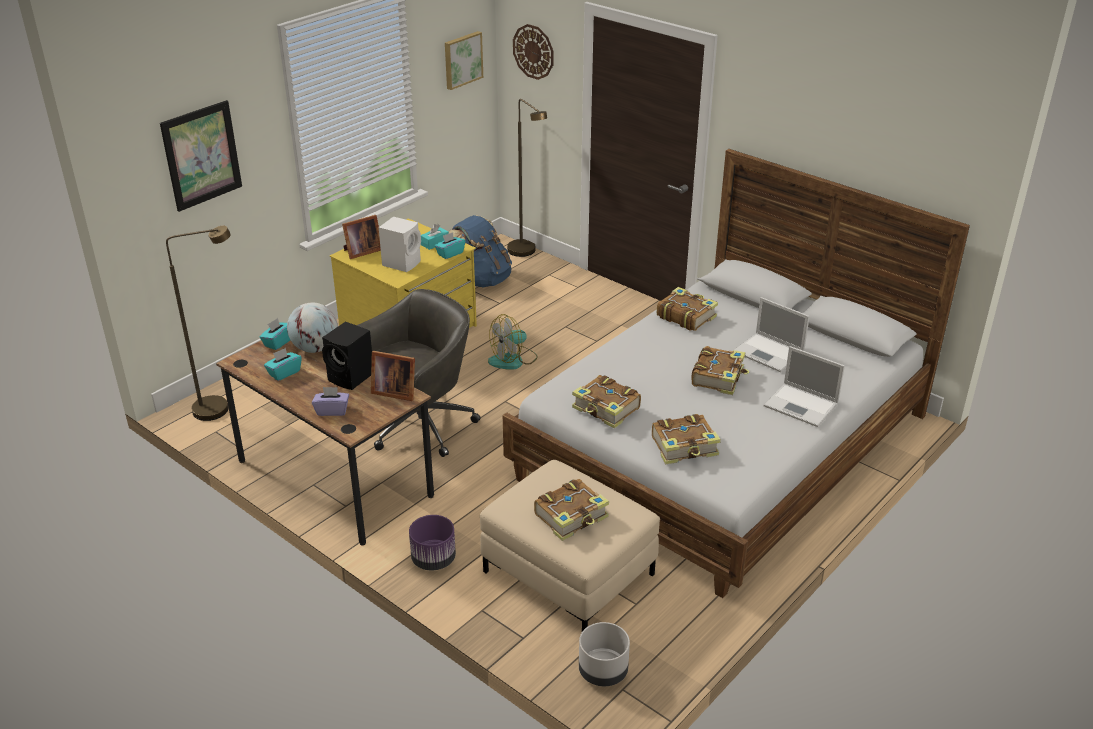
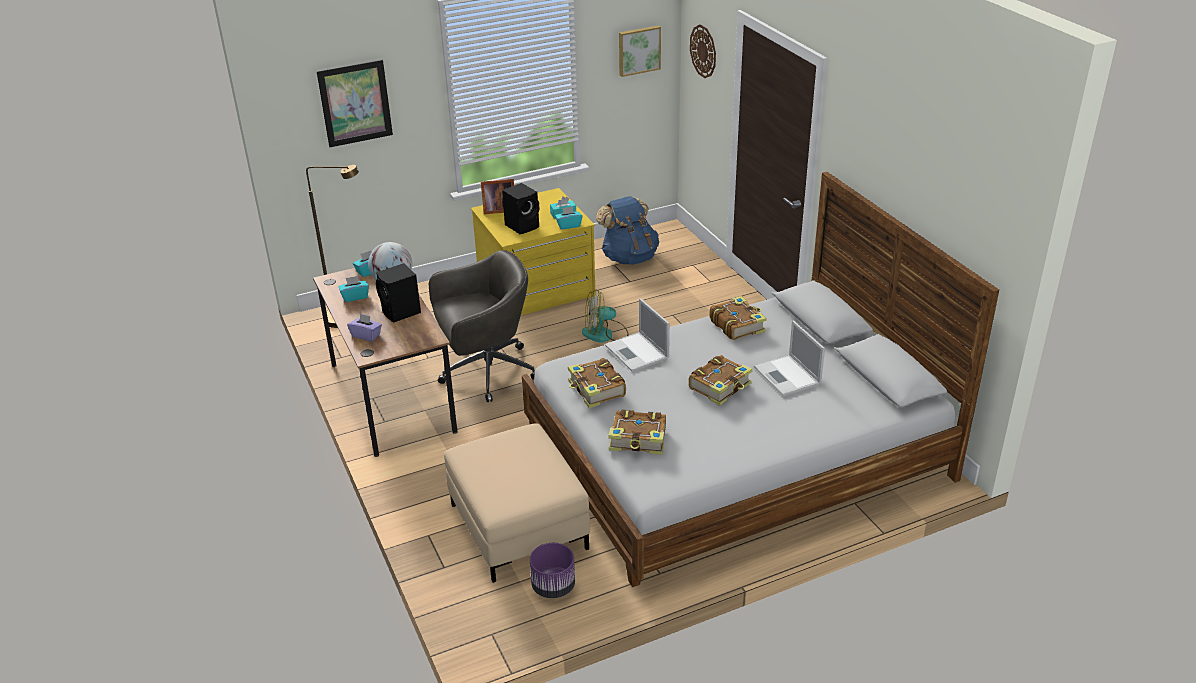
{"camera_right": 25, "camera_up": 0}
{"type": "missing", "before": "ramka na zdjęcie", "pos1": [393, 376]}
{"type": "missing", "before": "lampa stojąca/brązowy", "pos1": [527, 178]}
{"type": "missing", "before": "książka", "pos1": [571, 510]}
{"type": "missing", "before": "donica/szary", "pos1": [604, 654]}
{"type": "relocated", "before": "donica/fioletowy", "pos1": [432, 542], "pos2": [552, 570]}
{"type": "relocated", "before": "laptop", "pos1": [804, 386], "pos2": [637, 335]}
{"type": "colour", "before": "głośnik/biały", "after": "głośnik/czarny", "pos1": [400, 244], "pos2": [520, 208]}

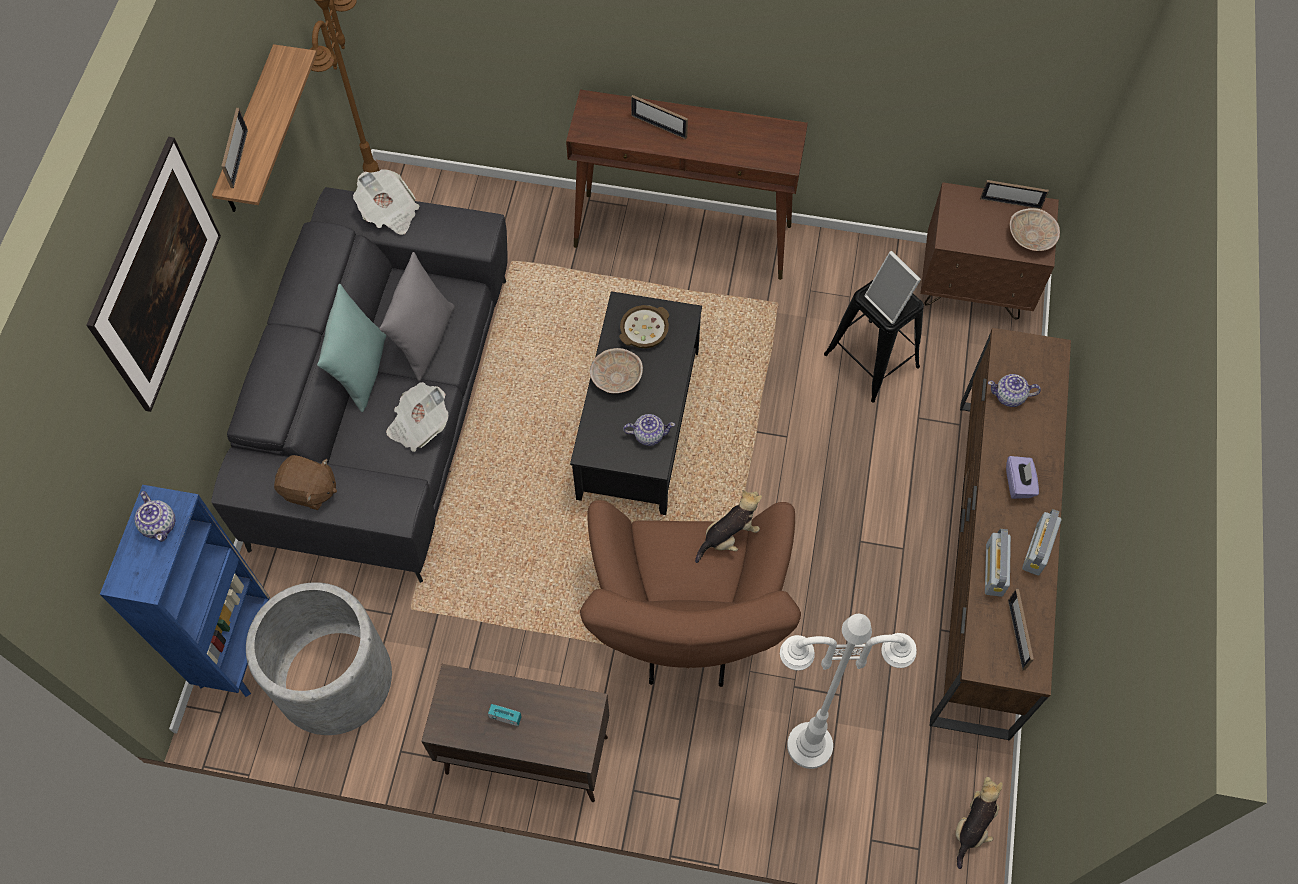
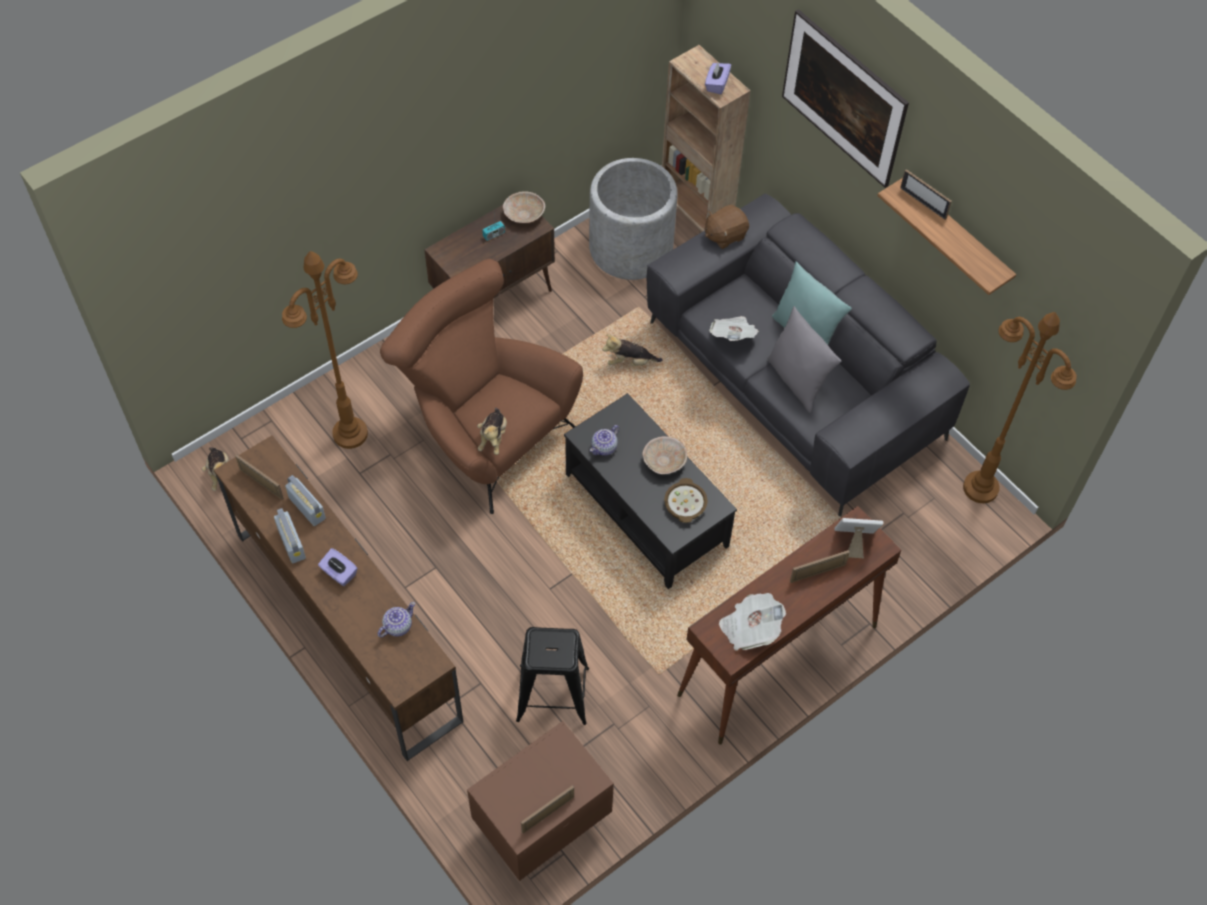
{"camera_right": 130, "camera_up": -5}
{"type": "appeared", "after": "pluszak", "pos2": [632, 350]}
{"type": "relocated", "before": "gazeta", "pos1": [386, 202], "pos2": [752, 622]}
{"type": "relocated", "before": "ramka na zdjęcie", "pos1": [892, 287], "pos2": [859, 538]}
{"type": "relocated", "before": "miska/beżowy", "pos1": [1035, 229], "pos2": [524, 207]}
{"type": "exchanged", "before": "imbryk", "after": "pudełko chusteczek/fioletowy", "pos1": [155, 516], "pos2": [718, 78]}
{"type": "colour", "before": "regał/niebieski", "after": "regał/brązowy", "pos1": [185, 591], "pos2": [706, 139]}
{"type": "colour", "before": "lampa stojąca/biały", "after": "lampa stojąca/brązowy", "pos1": [848, 691], "pos2": [325, 350]}

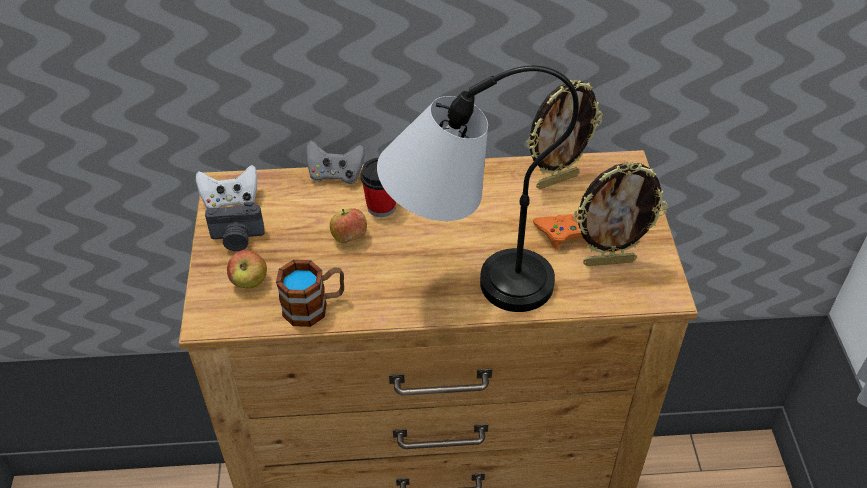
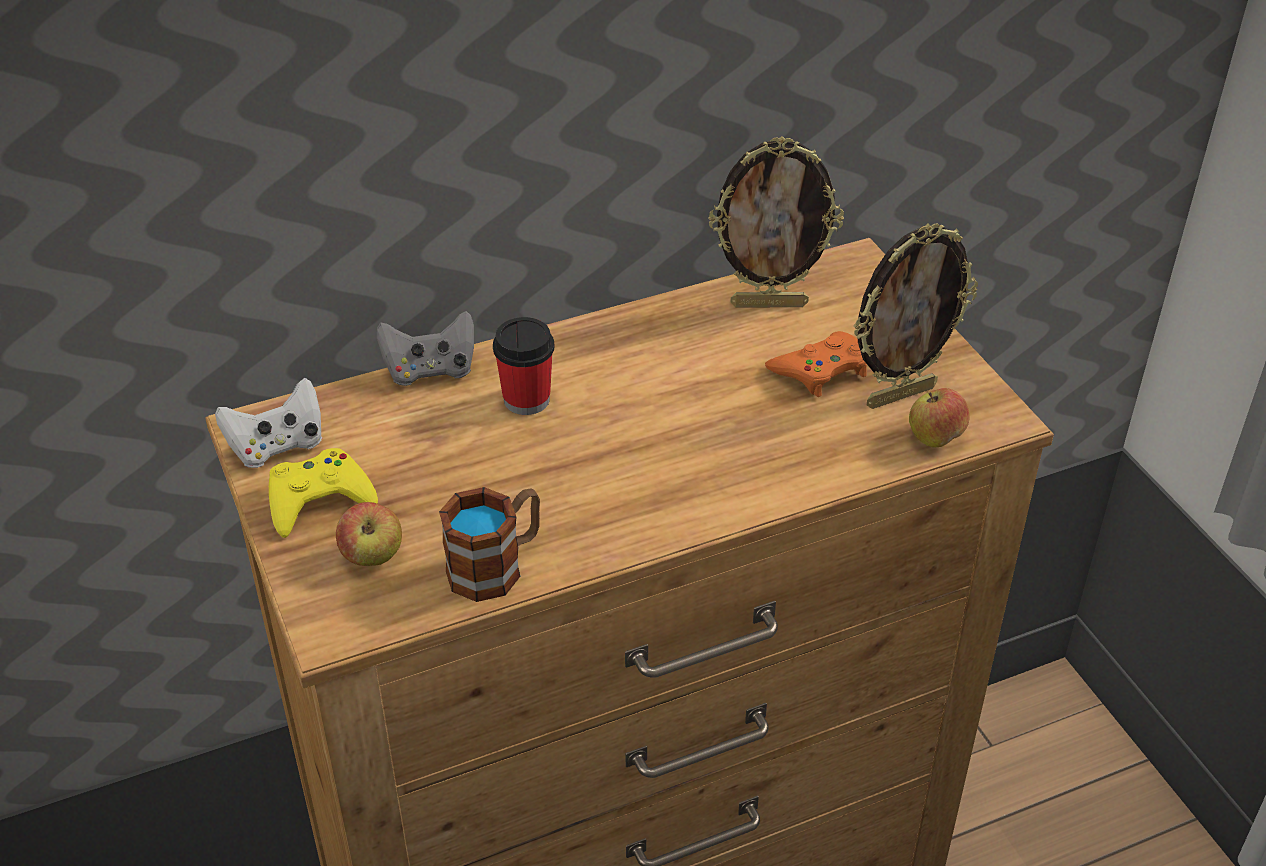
{"camera_right": -20, "camera_up": -5}
{"type": "missing", "before": "lampa stołowa", "pos1": [478, 188]}
{"type": "relocated", "before": "jabłko", "pos1": [348, 225], "pos2": [939, 417]}
{"type": "exchanged", "before": "aparat fotograficzny", "after": "pad do gier/żółty", "pos1": [235, 226], "pos2": [323, 493]}
{"type": "spun", "before": "ramka na zdjęcie", "pos1": [564, 134], "pos2": [776, 222], "turn": 45}

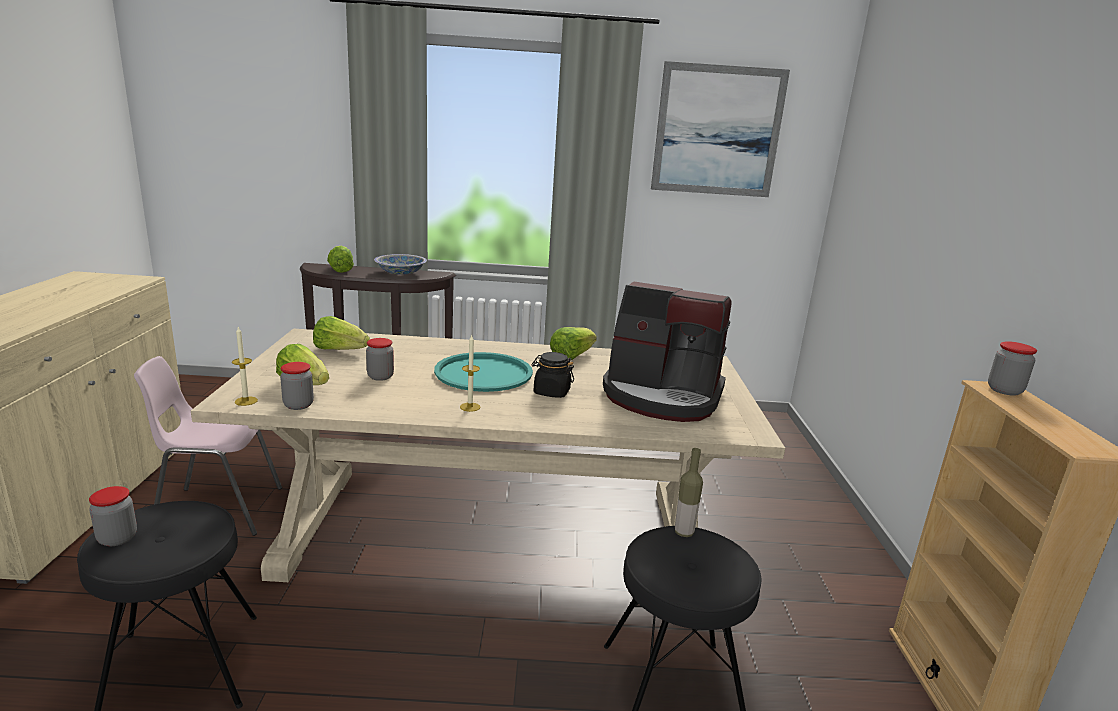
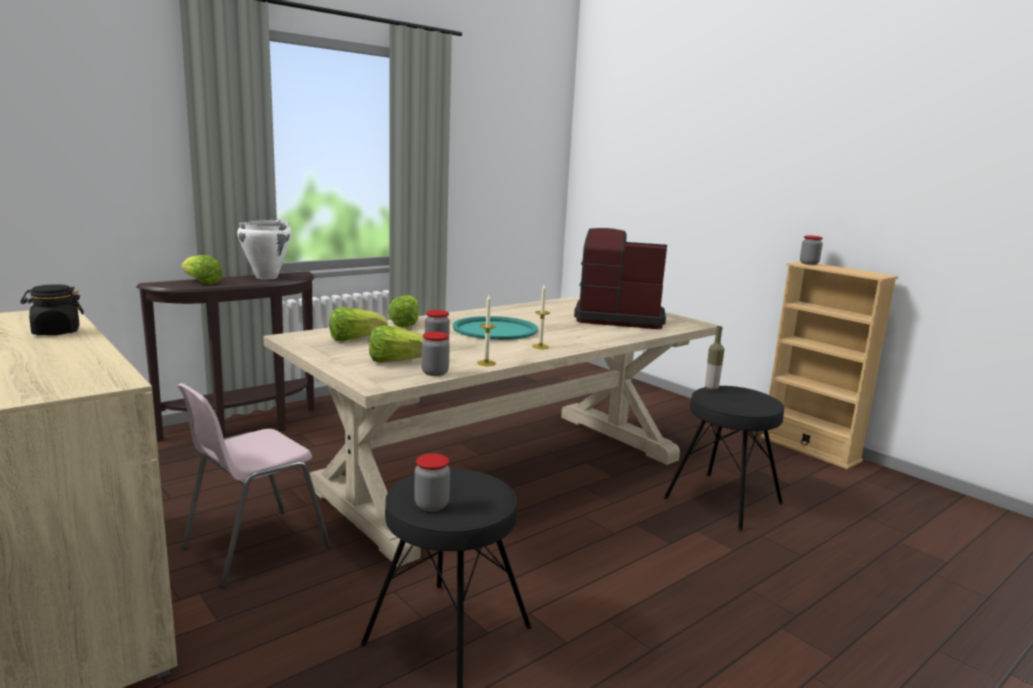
{"camera_right": -40, "camera_up": -5}
{"type": "missing", "before": "obraz", "pos1": [720, 129]}
{"type": "relocated", "before": "świeca", "pos1": [245, 366], "pos2": [486, 330]}
{"type": "relocated", "before": "słoik/czarny", "pos1": [553, 375], "pos2": [52, 309]}
{"type": "relocated", "before": "sałata", "pos1": [573, 343], "pos2": [403, 311]}
{"type": "exchanged", "before": "miska", "after": "garnek/biały", "pos1": [400, 264], "pos2": [264, 249]}
{"type": "spun", "before": "ekspres do kawy", "pos1": [667, 351], "pos2": [620, 278], "turn": -150}

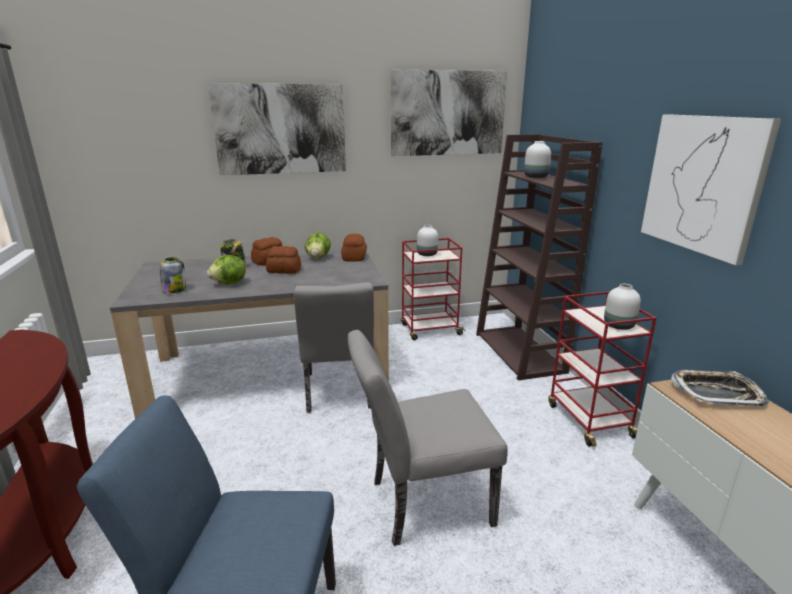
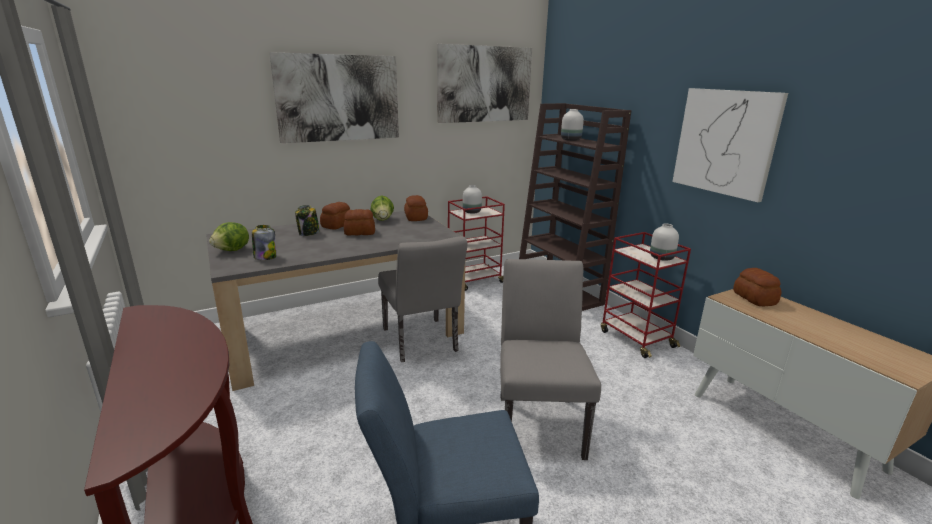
{"camera_right": -15, "camera_up": 0}
{"type": "relocated", "before": "sałata", "pos1": [226, 269], "pos2": [229, 236]}
{"type": "exchanged", "before": "taca", "after": "chleb", "pos1": [720, 388], "pos2": [757, 287]}
{"type": "spun", "before": "krzesło/szary", "pos1": [428, 438], "pos2": [550, 359], "turn": 120}

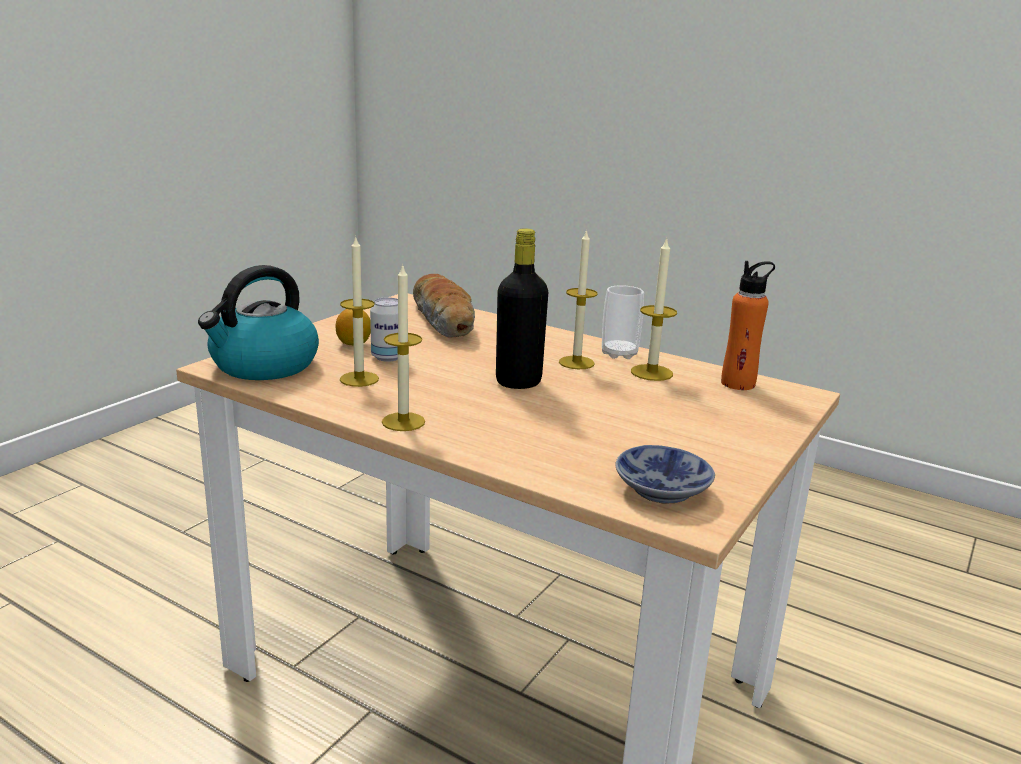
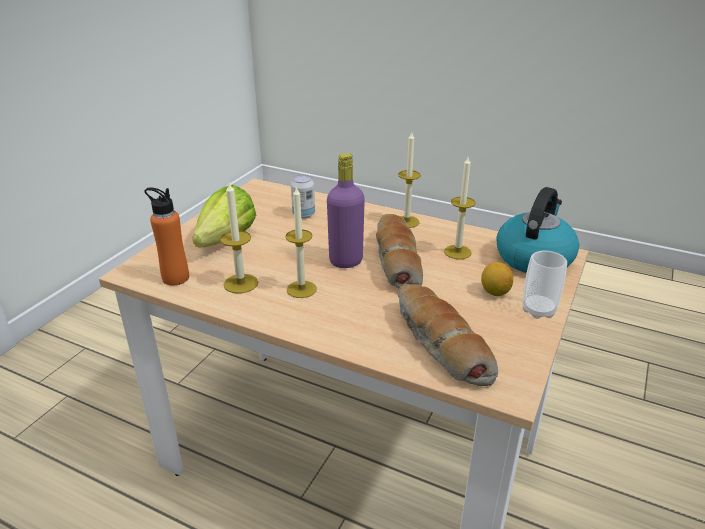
{"camera_right": 175, "camera_up": 10}
{"type": "missing", "before": "miska", "pos1": [665, 474]}
{"type": "appeared", "after": "sałata", "pos2": [224, 216]}
{"type": "appeared", "after": "chleb", "pos2": [399, 251]}
{"type": "relocated", "before": "puszka", "pos1": [384, 330], "pos2": [303, 197]}
{"type": "relocated", "before": "filiżanka", "pos1": [623, 322], "pos2": [544, 284]}
{"type": "colour", "before": "butelka/czarny", "after": "butelka/fioletowy", "pos1": [522, 308], "pos2": [346, 210]}

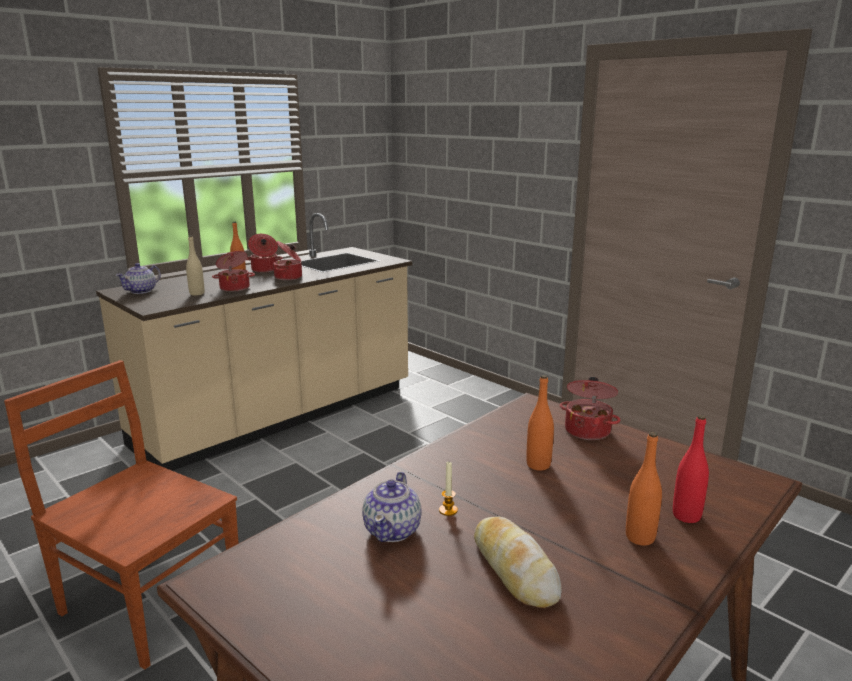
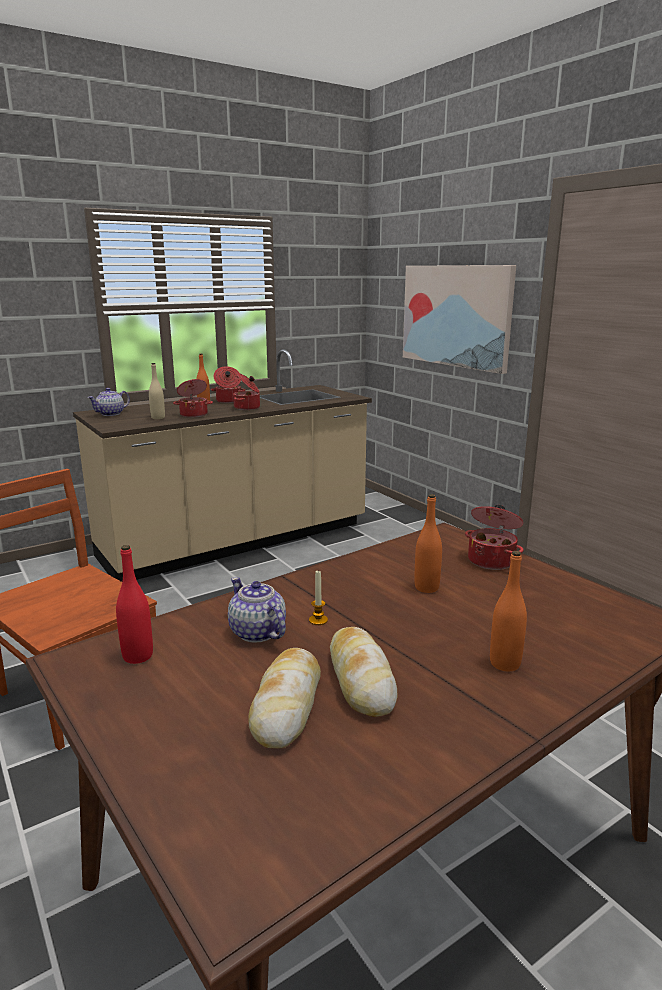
{"camera_right": 10, "camera_up": 0}
{"type": "appeared", "after": "chleb", "pos2": [285, 698]}
{"type": "appeared", "after": "obraz", "pos2": [459, 319]}
{"type": "relocated", "before": "butelka/czerwony", "pos1": [691, 469], "pos2": [134, 604]}
{"type": "spun", "before": "imbryk", "pos1": [392, 507], "pos2": [257, 610], "turn": 120}

